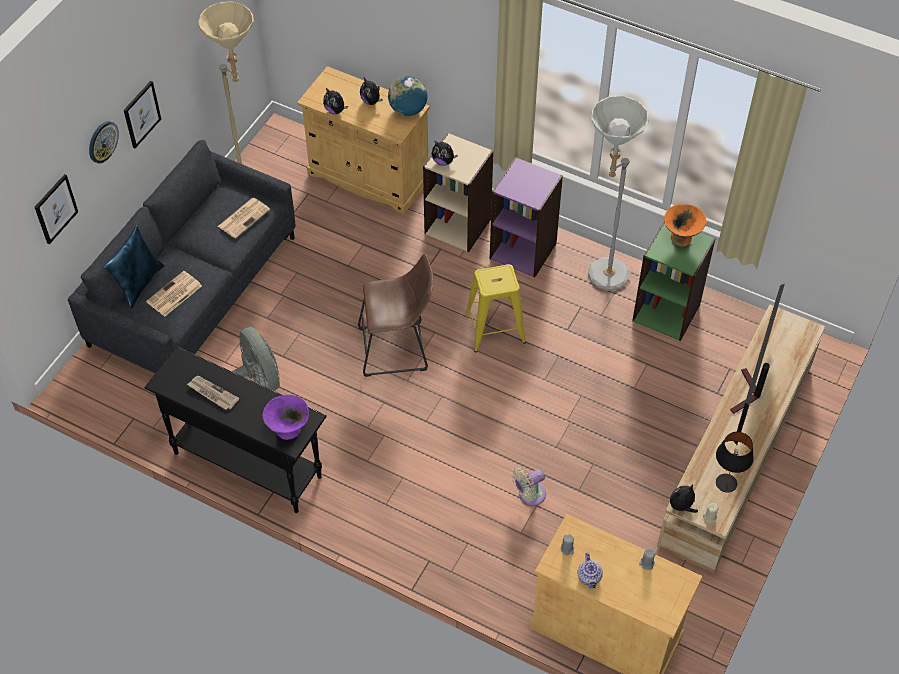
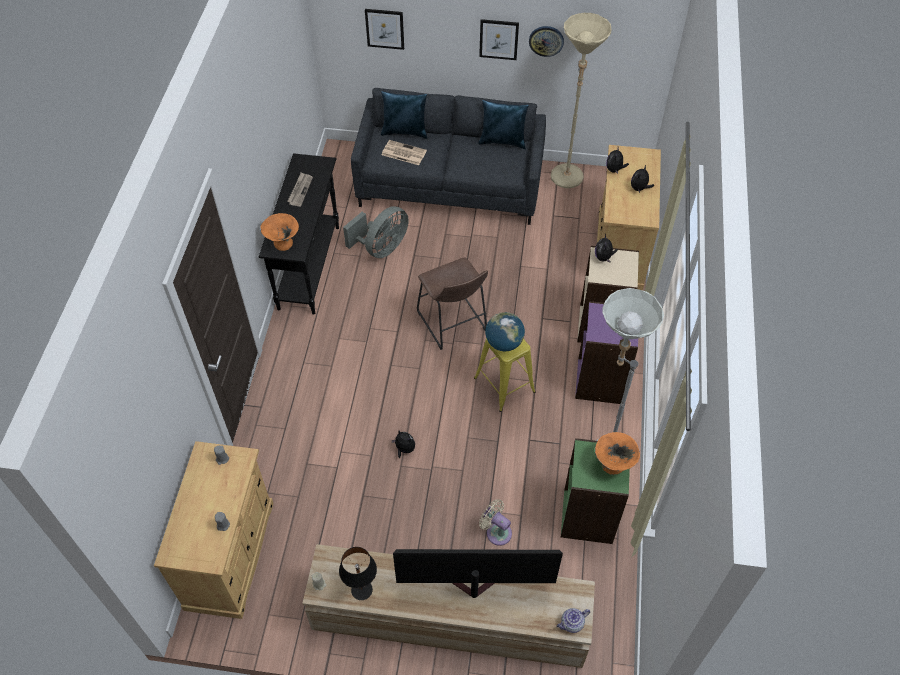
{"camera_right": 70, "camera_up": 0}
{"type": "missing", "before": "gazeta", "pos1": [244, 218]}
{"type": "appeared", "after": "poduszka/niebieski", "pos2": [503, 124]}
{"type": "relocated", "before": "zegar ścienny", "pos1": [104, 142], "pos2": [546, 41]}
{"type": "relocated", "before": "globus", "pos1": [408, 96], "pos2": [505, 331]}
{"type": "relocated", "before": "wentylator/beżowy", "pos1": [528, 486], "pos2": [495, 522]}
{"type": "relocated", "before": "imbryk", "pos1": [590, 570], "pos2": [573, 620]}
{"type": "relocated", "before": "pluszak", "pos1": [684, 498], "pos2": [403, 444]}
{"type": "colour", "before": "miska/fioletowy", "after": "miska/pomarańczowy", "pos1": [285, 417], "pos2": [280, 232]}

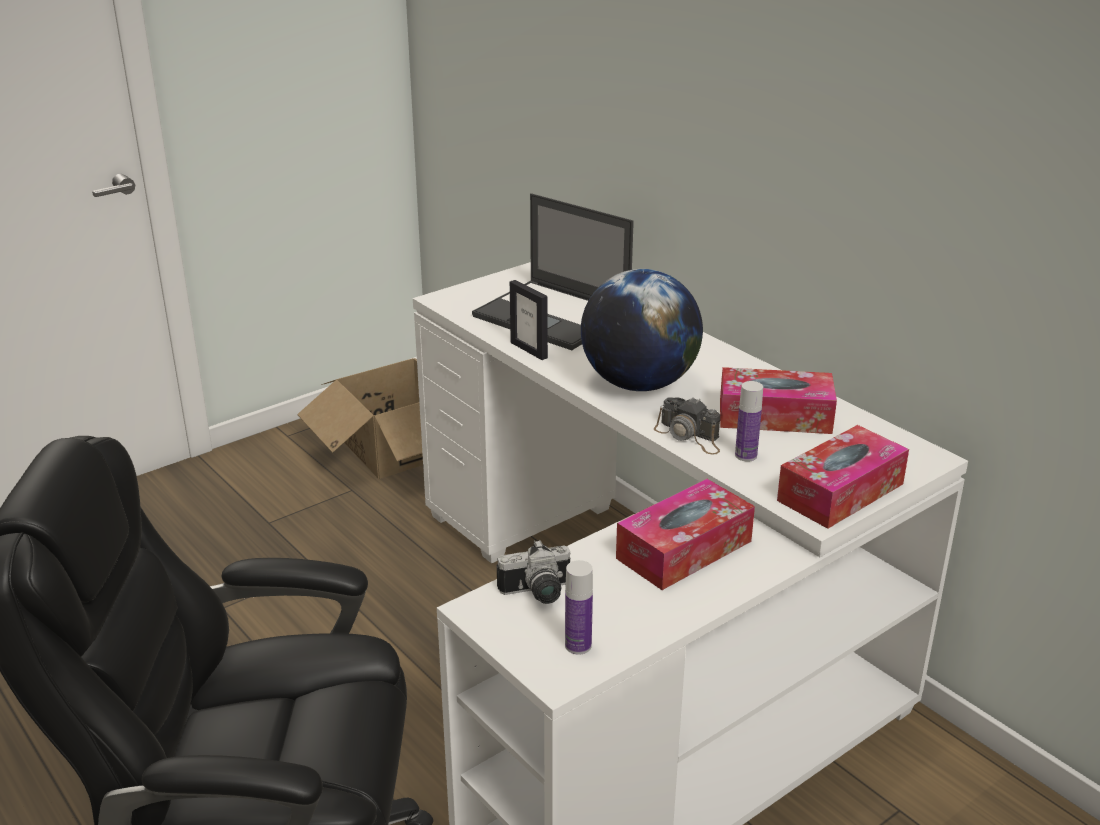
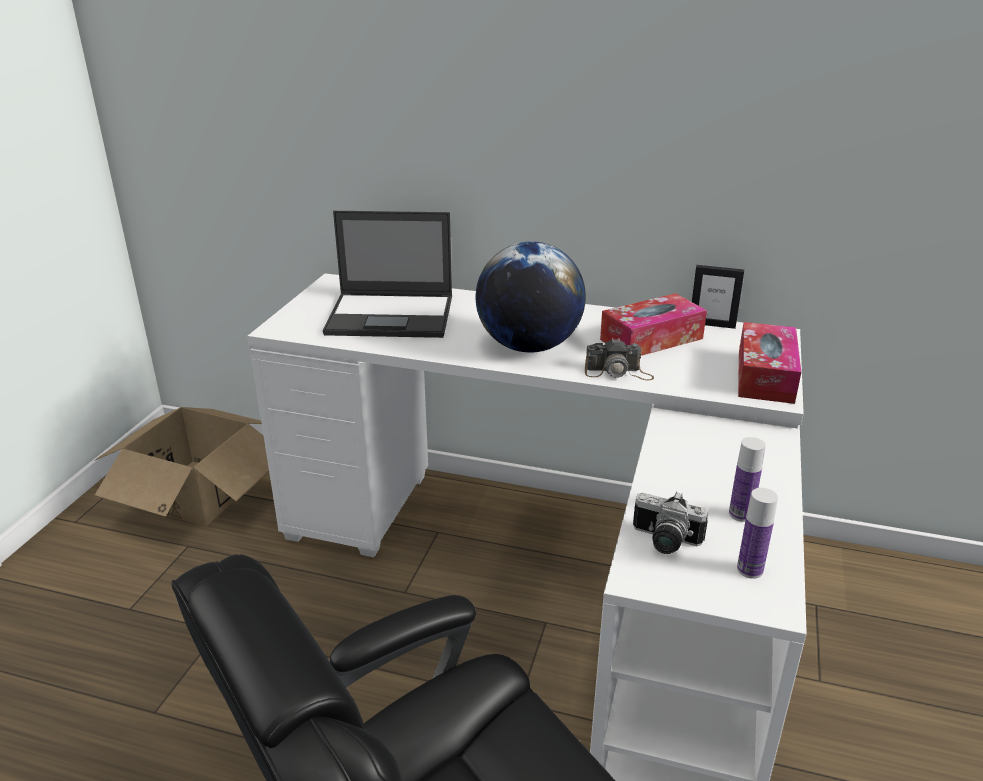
{"camera_right": -35, "camera_up": 0}
{"type": "missing", "before": "pudełko chusteczek", "pos1": [685, 534]}
{"type": "relocated", "before": "ramka na zdjęcie", "pos1": [529, 320], "pos2": [718, 297]}
{"type": "relocated", "before": "butelka", "pos1": [749, 421], "pos2": [747, 479]}
{"type": "spun", "before": "aparat fotograficzny", "pos1": [533, 572], "pos2": [670, 523], "turn": 75}

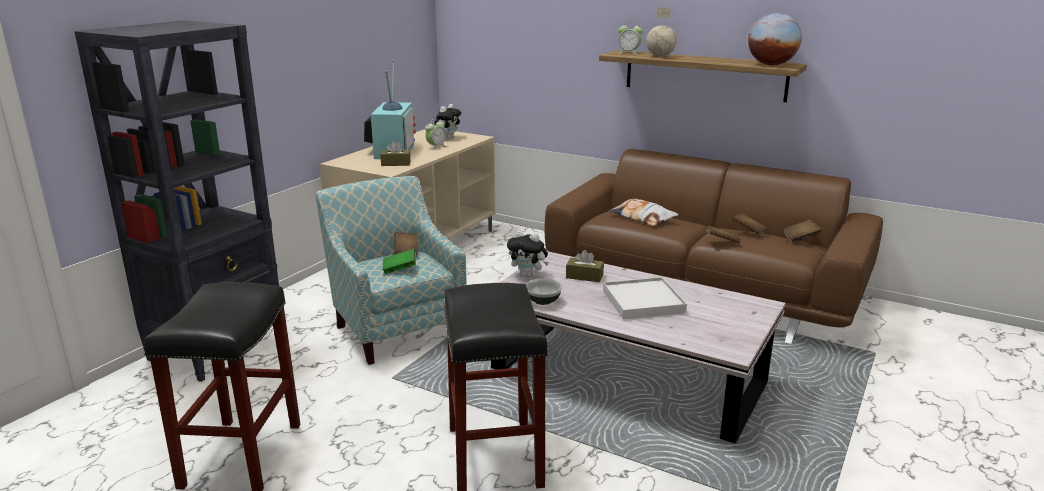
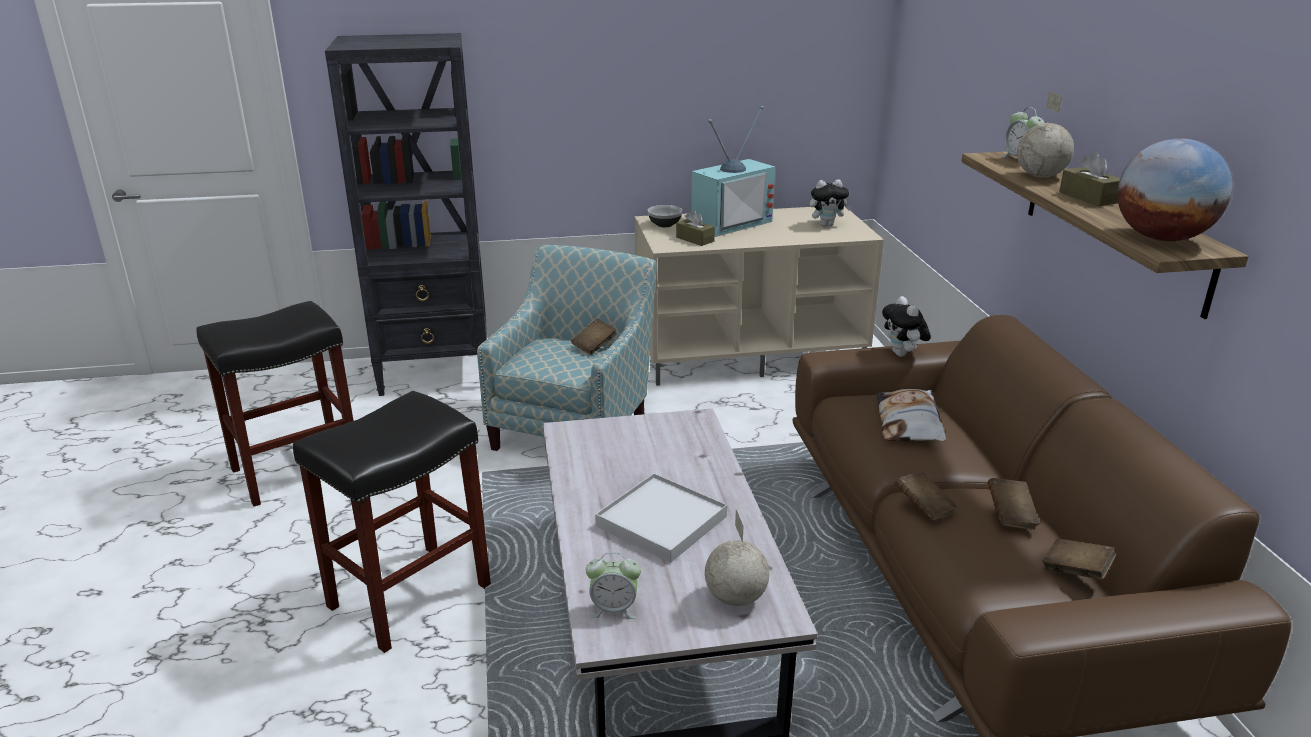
{"camera_right": 50, "camera_up": 5}
{"type": "missing", "before": "książka/zielony", "pos1": [399, 261]}
{"type": "appeared", "after": "globus", "pos2": [737, 558]}
{"type": "relocated", "before": "budzik", "pos1": [436, 134], "pos2": [613, 585]}
{"type": "relocated", "before": "pluszak", "pos1": [528, 253], "pos2": [906, 326]}
{"type": "relocated", "before": "miska", "pos1": [544, 291], "pos2": [664, 216]}
{"type": "relocated", "before": "pudełko chusteczek/brązowy", "pos1": [585, 266], "pos2": [1089, 179]}

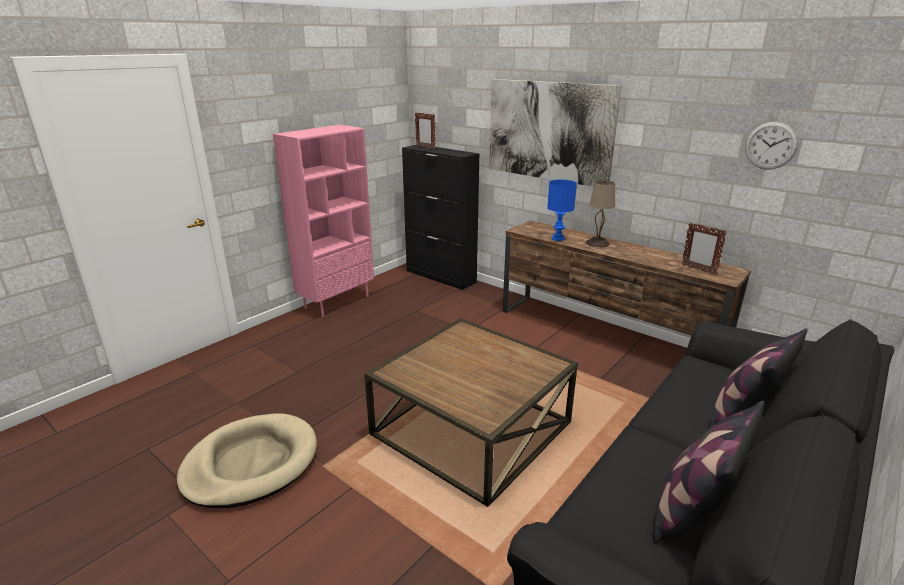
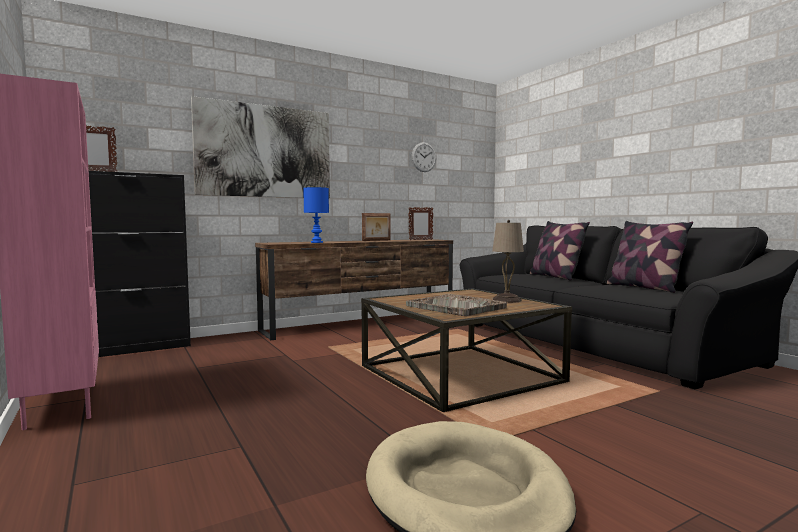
{"camera_right": -70, "camera_up": -20}
{"type": "appeared", "after": "ramka na zdjęcie", "pos2": [376, 227]}
{"type": "appeared", "after": "taca/szary", "pos2": [456, 305]}
{"type": "relocated", "before": "lampa stołowa/beżowy", "pos1": [600, 213], "pos2": [508, 261]}

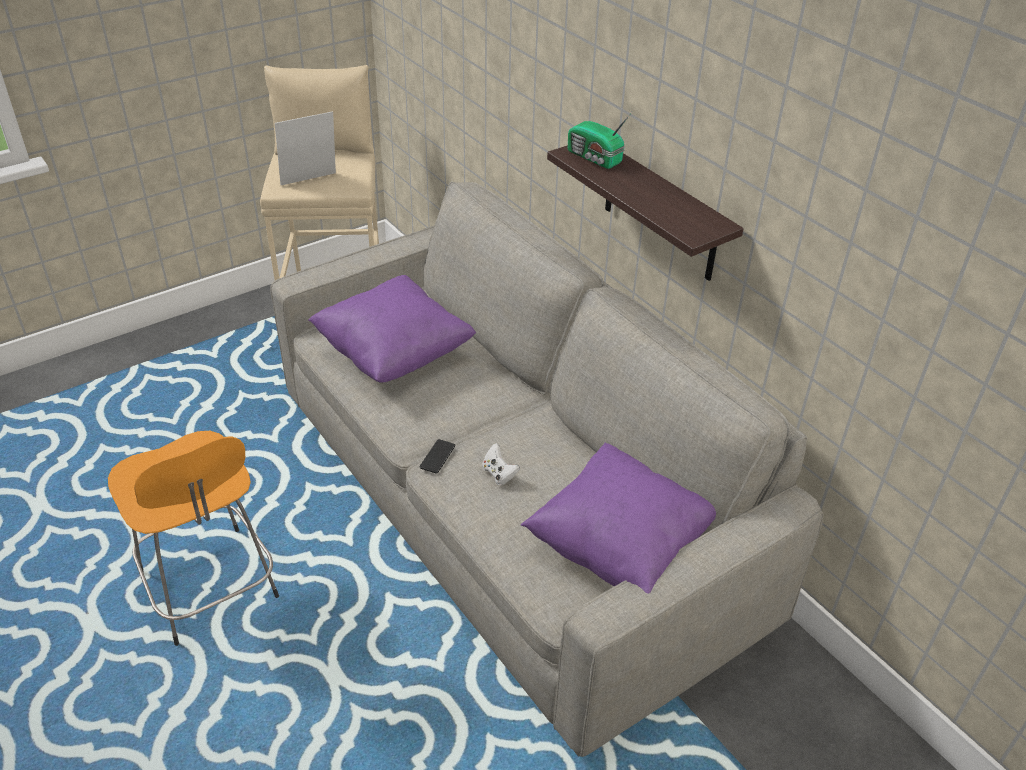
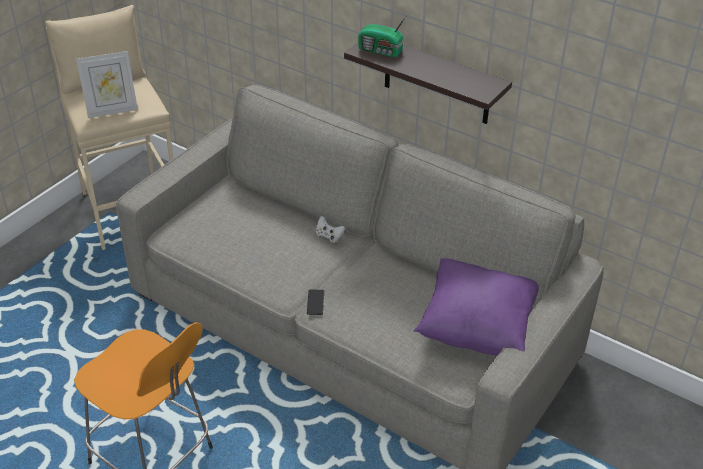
{"camera_right": -20, "camera_up": 0}
{"type": "missing", "before": "poduszka/fioletowy", "pos1": [392, 329]}
{"type": "relocated", "before": "pad do gier/biały", "pos1": [501, 464], "pos2": [330, 229]}
{"type": "spun", "before": "ramka na zdjęcie", "pos1": [305, 148], "pos2": [107, 84], "turn": -150}

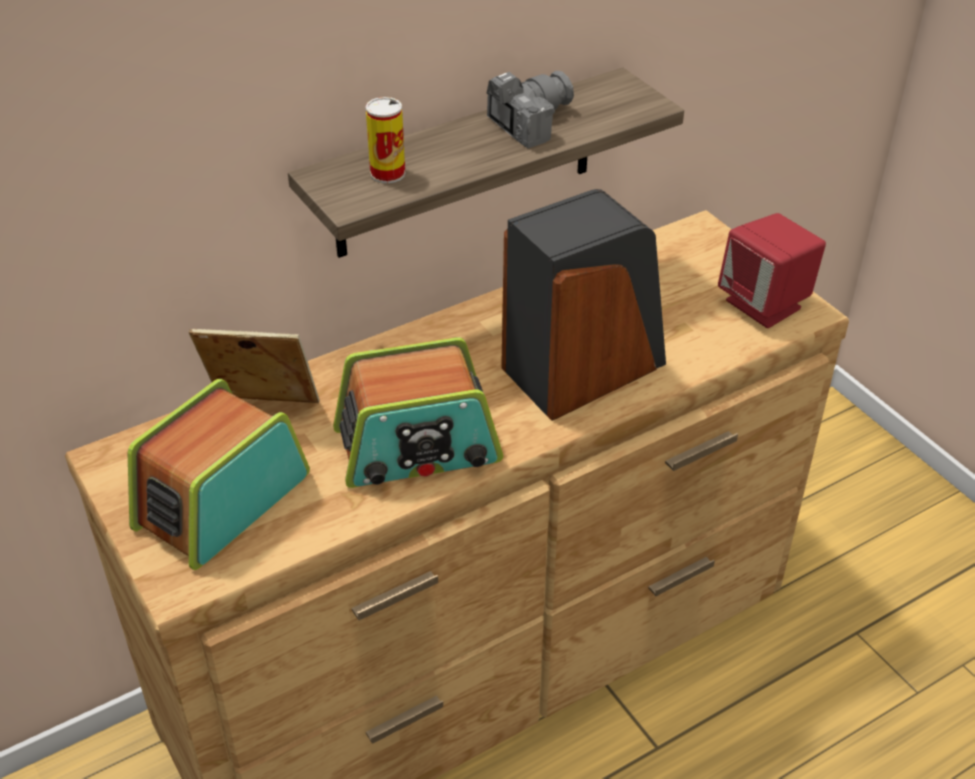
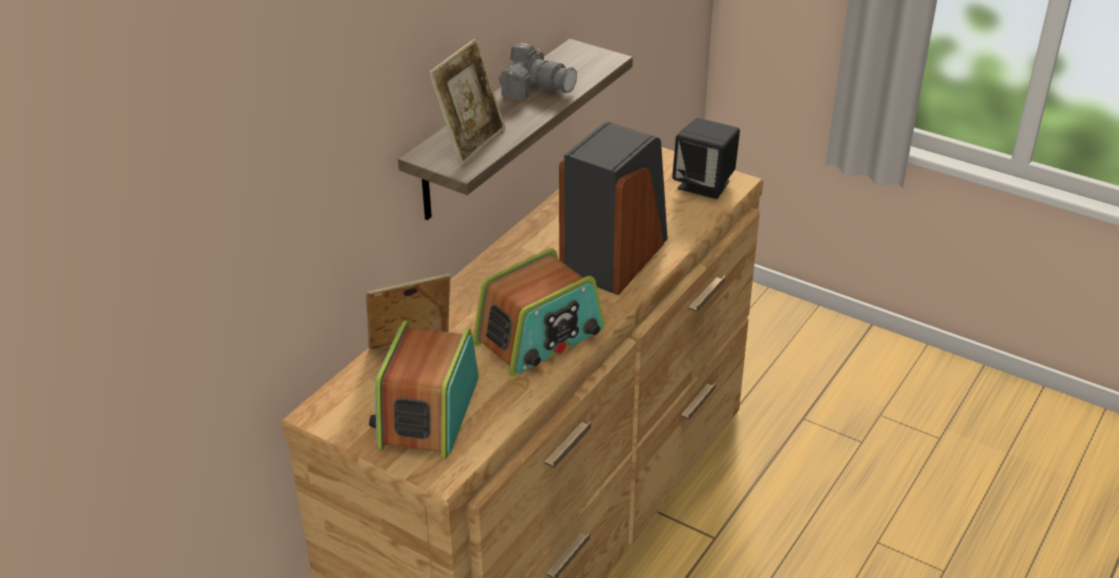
{"camera_right": -25, "camera_up": -5}
{"type": "exchanged", "before": "puszka", "after": "ramka na zdjęcie", "pos1": [385, 140], "pos2": [466, 102]}
{"type": "colour", "before": "głośnik/czerwony", "after": "głośnik/czarny", "pos1": [772, 270], "pos2": [706, 158]}
{"type": "spun", "before": "aparat fotograficzny", "pos1": [530, 109], "pos2": [538, 71], "turn": 90}

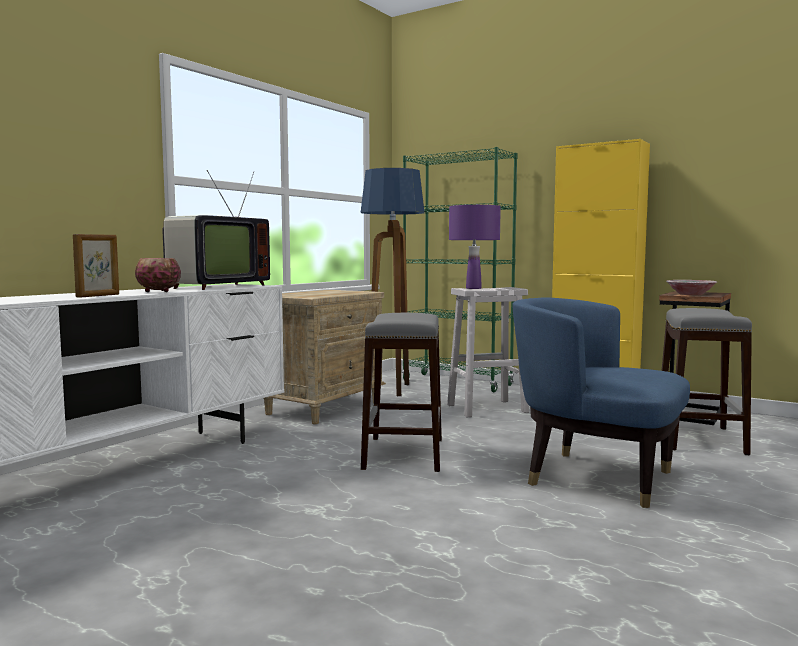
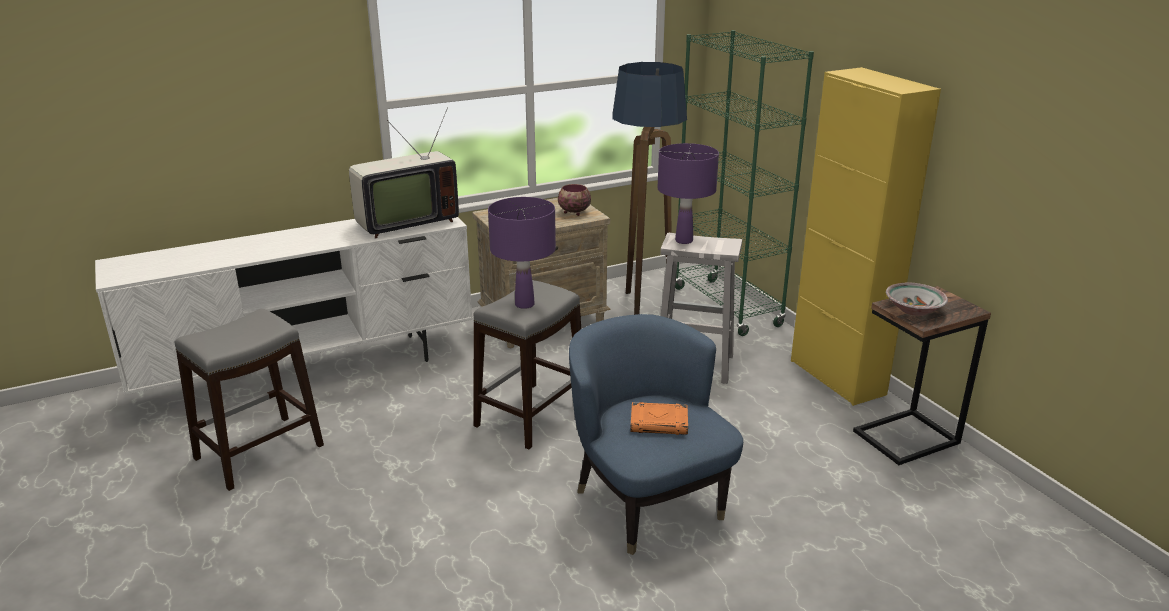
{"camera_right": 30, "camera_up": 20}
{"type": "missing", "before": "ramka na zdjęcie", "pos1": [96, 266]}
{"type": "appeared", "after": "lampa stołowa/fioletowy", "pos2": [522, 253]}
{"type": "appeared", "after": "książka/pomarańczowy", "pos2": [659, 418]}
{"type": "relocated", "before": "miska", "pos1": [158, 275], "pos2": [574, 200]}
{"type": "relocated", "before": "stołek/szary", "pos1": [707, 381], "pos2": [249, 400]}

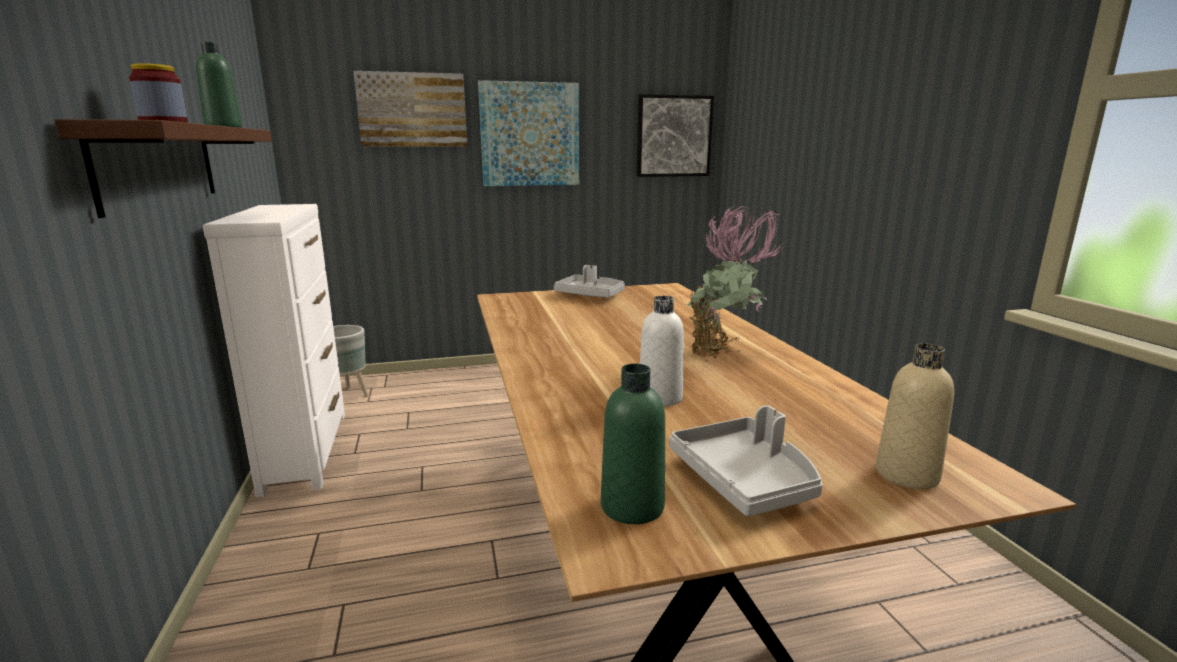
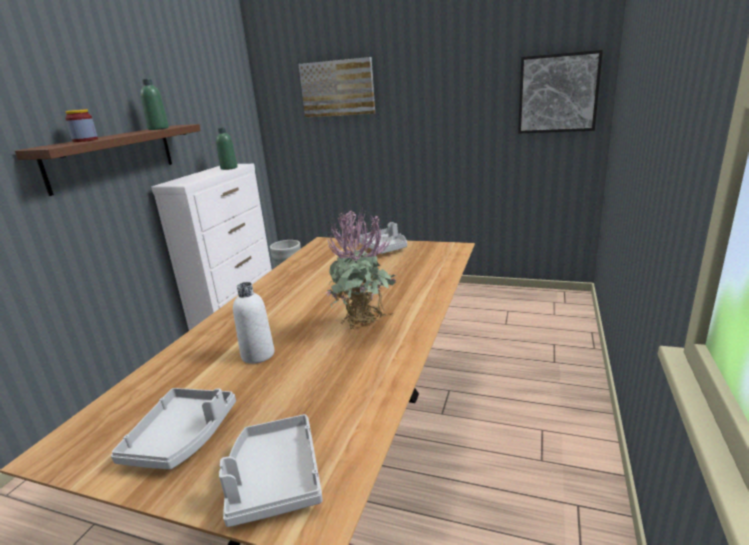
{"camera_right": 35, "camera_up": 5}
{"type": "missing", "before": "obraz", "pos1": [528, 133]}
{"type": "relocated", "before": "butelka/zielony", "pos1": [633, 444], "pos2": [226, 149]}
{"type": "exchanged", "before": "butelka/beżowy", "after": "taca/szary", "pos1": [915, 416], "pos2": [271, 470]}

